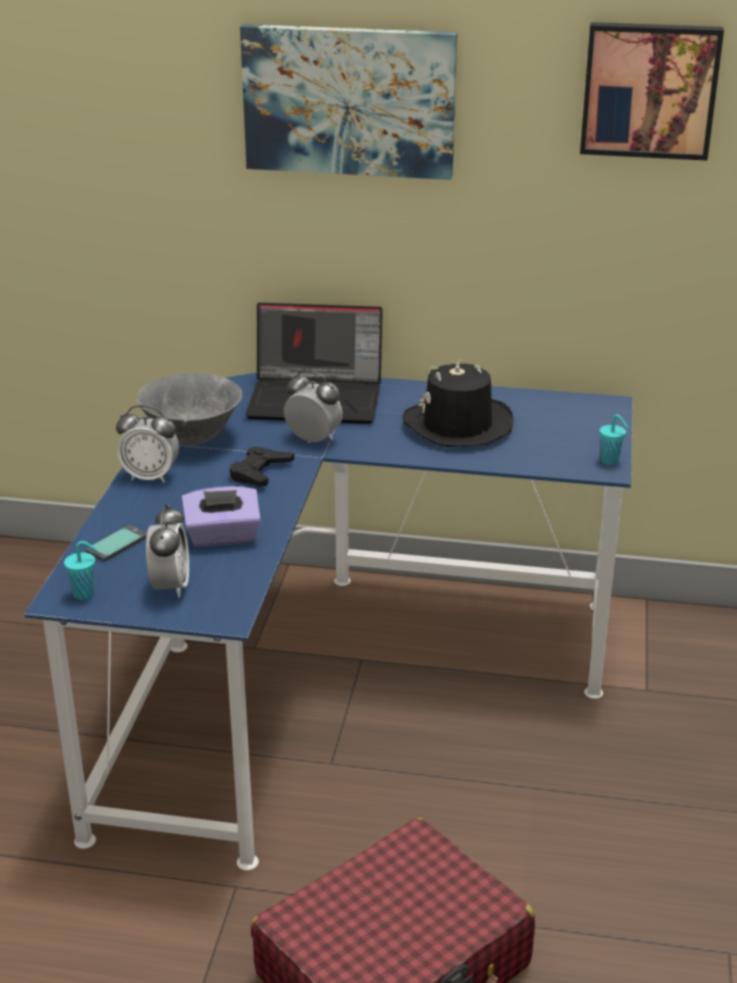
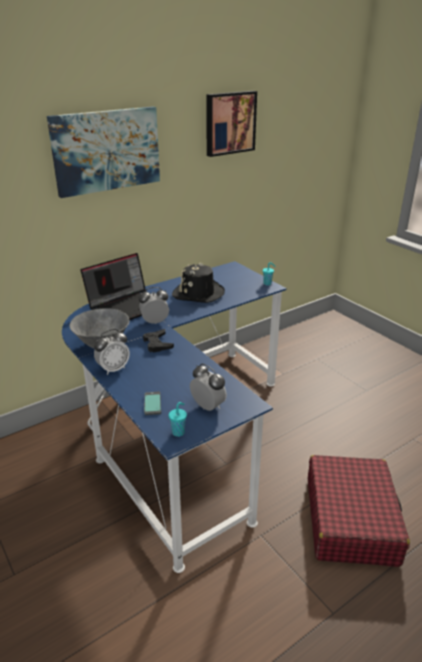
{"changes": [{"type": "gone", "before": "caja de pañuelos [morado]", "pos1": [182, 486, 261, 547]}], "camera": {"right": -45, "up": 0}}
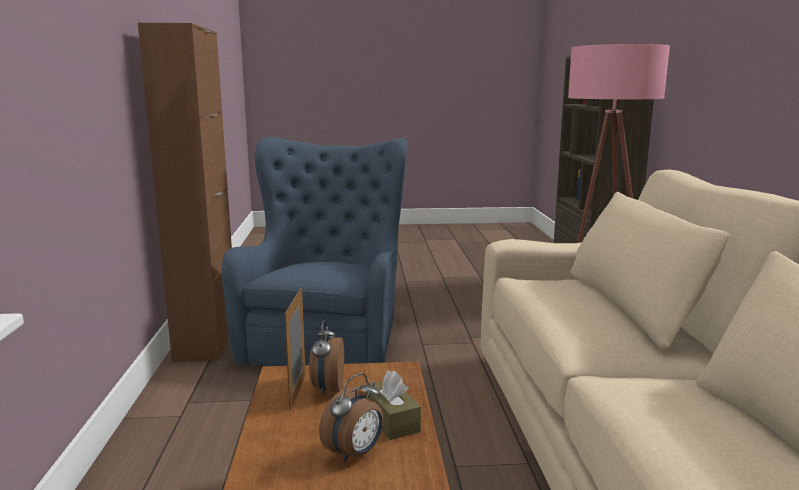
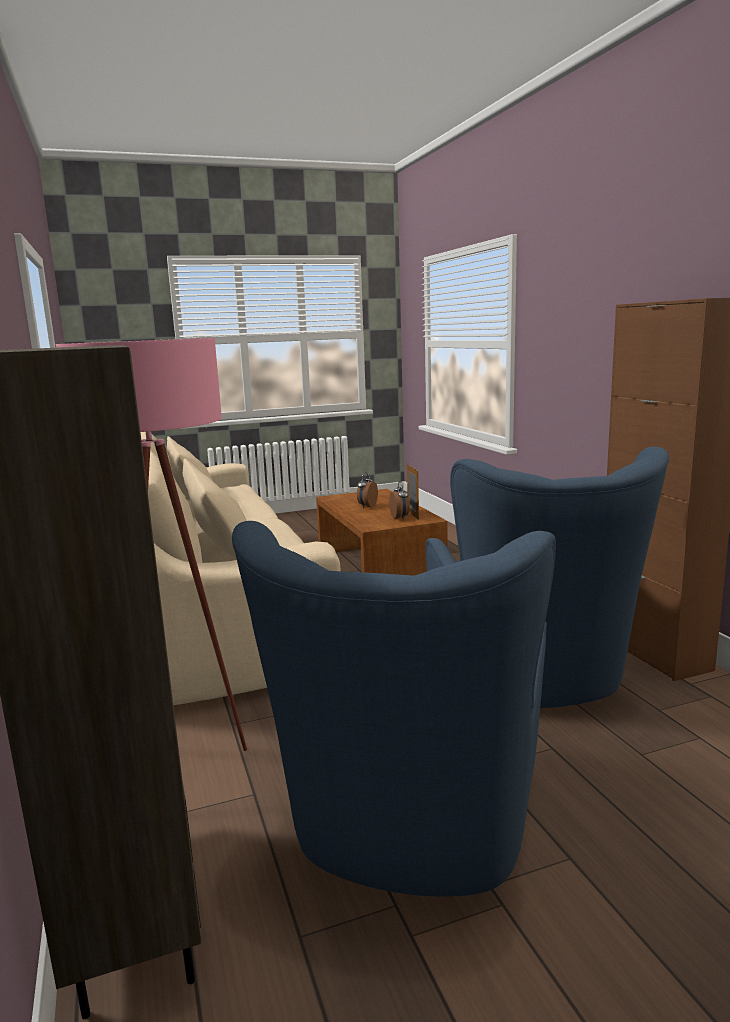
{"changes": [{"type": "gone", "before": "caja de pañuelos [marrón]", "pos1": [364, 370, 421, 440]}, {"type": "new", "after": "sillón [azul]", "pos2": [232, 521, 556, 897]}], "camera": {"right": 165, "up": 0}}
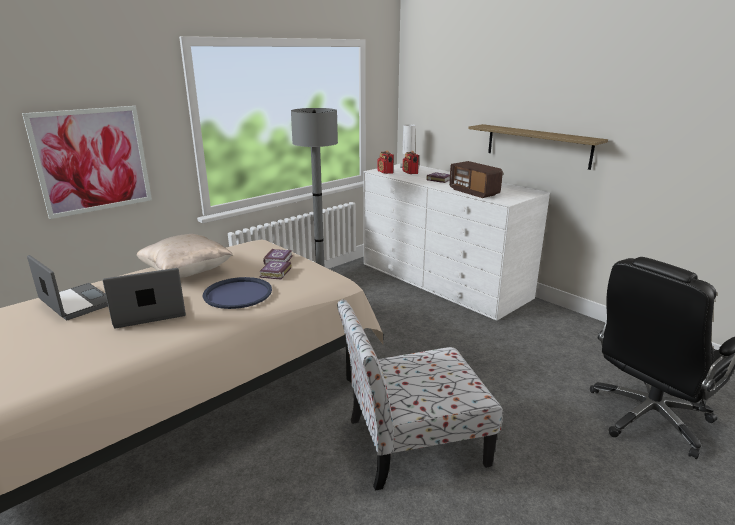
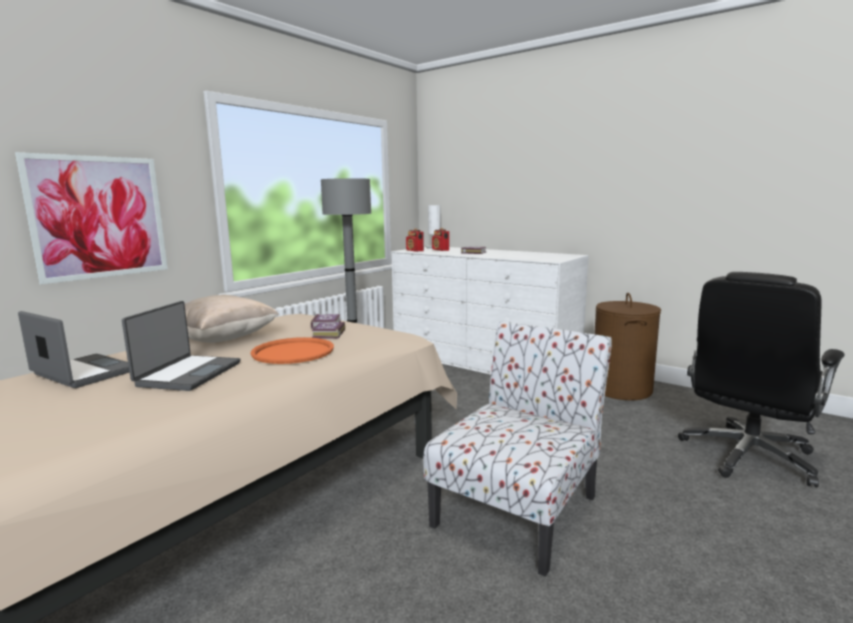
{"changes": [{"type": "gone", "before": "radio", "pos1": [449, 161, 503, 198]}, {"type": "gone", "before": "estante", "pos1": [468, 124, 608, 170]}, {"type": "new", "after": "cesto de la ropa [marrón]", "pos2": [594, 293, 661, 400]}, {"type": "repainted", "before": "bandeja [azul]", "after": "bandeja [naranja]", "pos1": [203, 277, 272, 309], "pos2": [250, 337, 334, 364]}, {"type": "rotated", "before": "portátil", "pos1": [103, 268, 186, 328], "pos2": [122, 301, 241, 391], "turn": 135}, {"type": "rotated", "before": "silla", "pos1": [337, 300, 503, 491], "pos2": [423, 321, 612, 577], "turn": 150}], "camera": {"right": -10, "up": -10}}
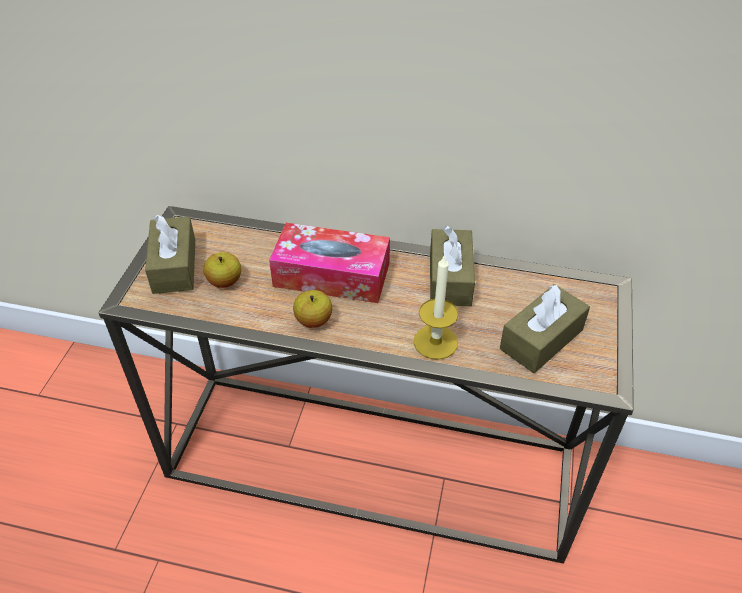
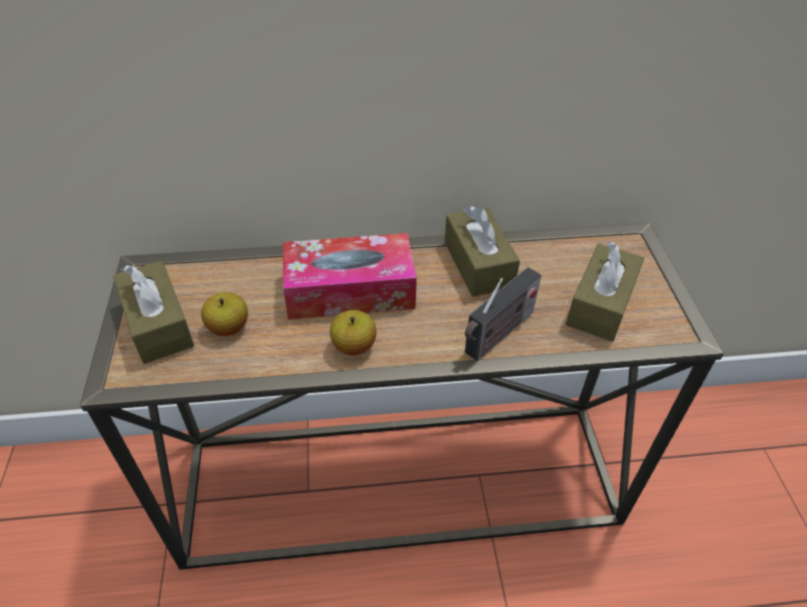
{"changes": [{"type": "swapped", "before": "vela", "after": "radio", "pos1": [414, 254, 458, 360], "pos2": [465, 267, 541, 361]}], "camera": {"right": -20, "up": 0}}
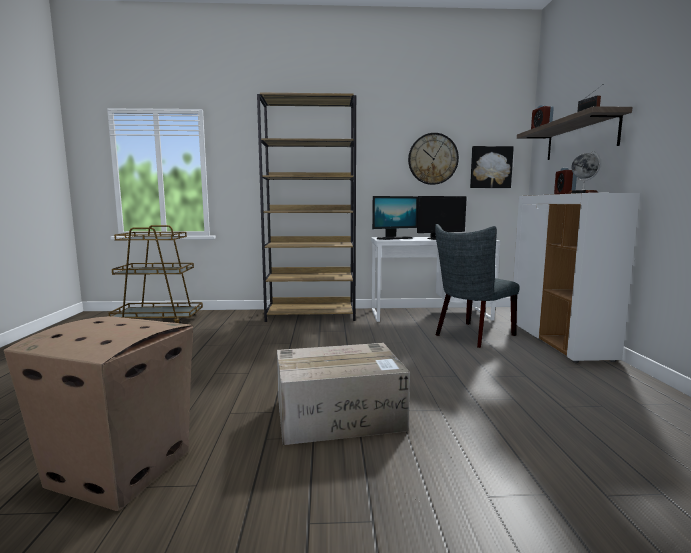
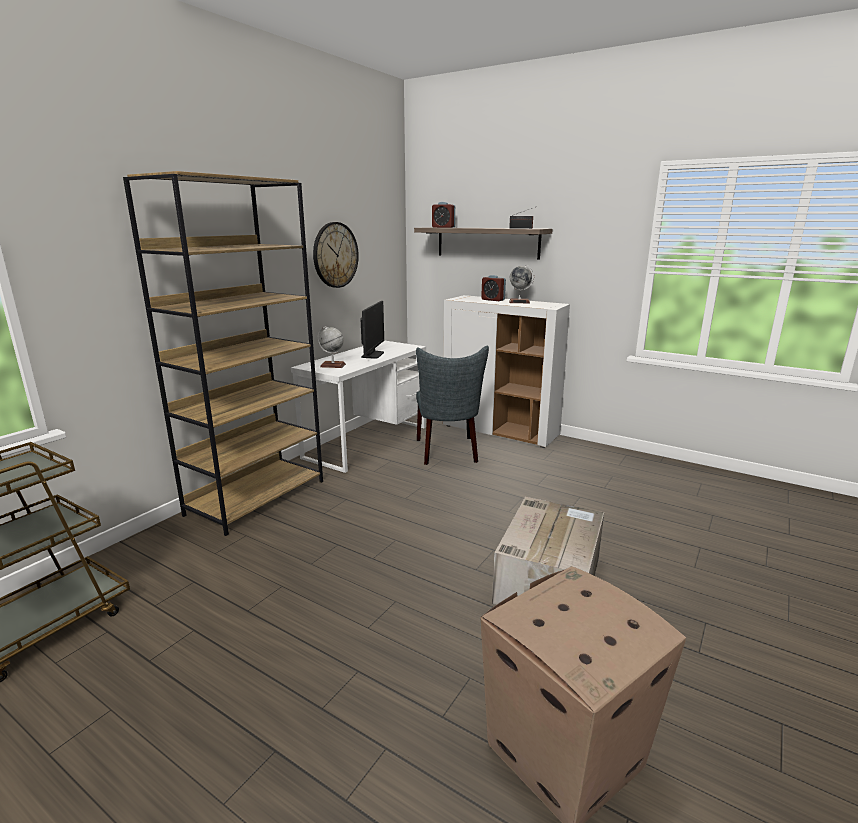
{"changes": [{"type": "gone", "before": "cuadro", "pos1": [470, 146, 514, 188]}, {"type": "swapped", "before": "monitor", "after": "globo terráqueo", "pos1": [372, 196, 418, 240], "pos2": [317, 326, 346, 368]}], "camera": {"right": -55, "up": 10}}
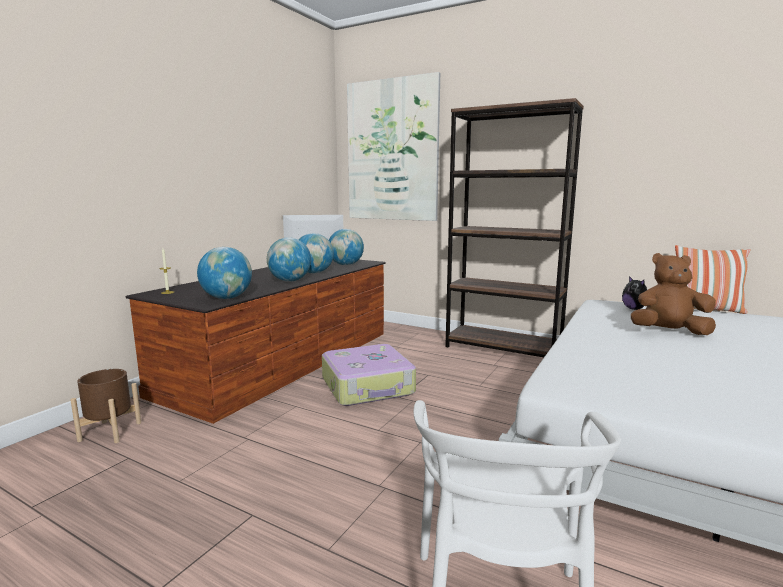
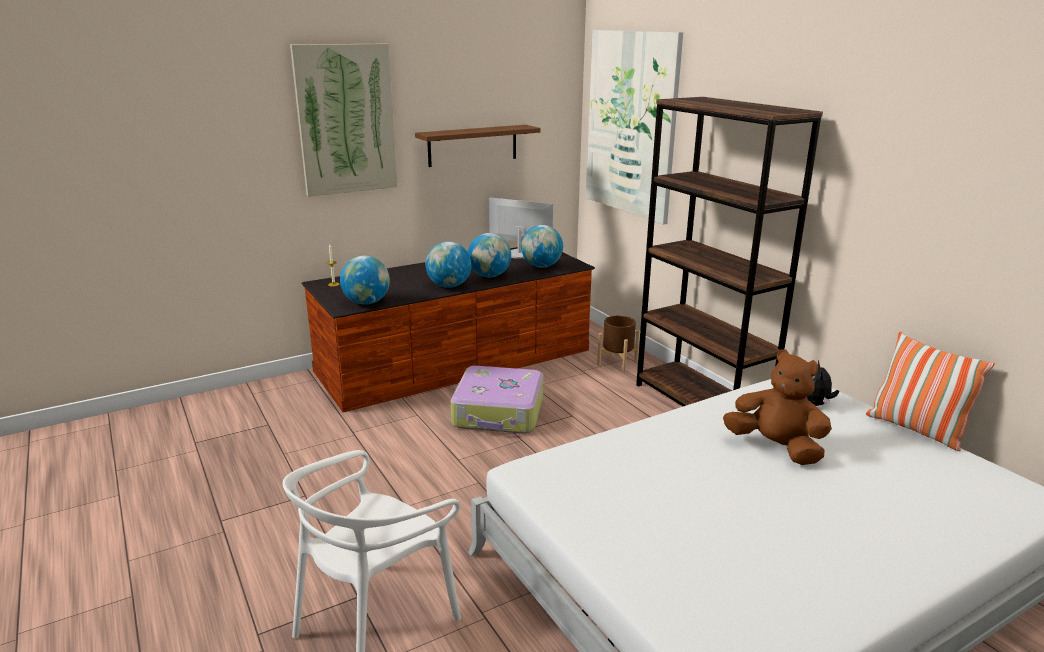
{"changes": [{"type": "new", "after": "cuadro", "pos2": [290, 43, 397, 197]}, {"type": "new", "after": "estante [marrón]", "pos2": [415, 125, 540, 167]}, {"type": "shifted", "before": "maceta [marrón]", "pos1": [70, 369, 141, 443], "pos2": [597, 316, 640, 371]}], "camera": {"right": 30, "up": 10}}
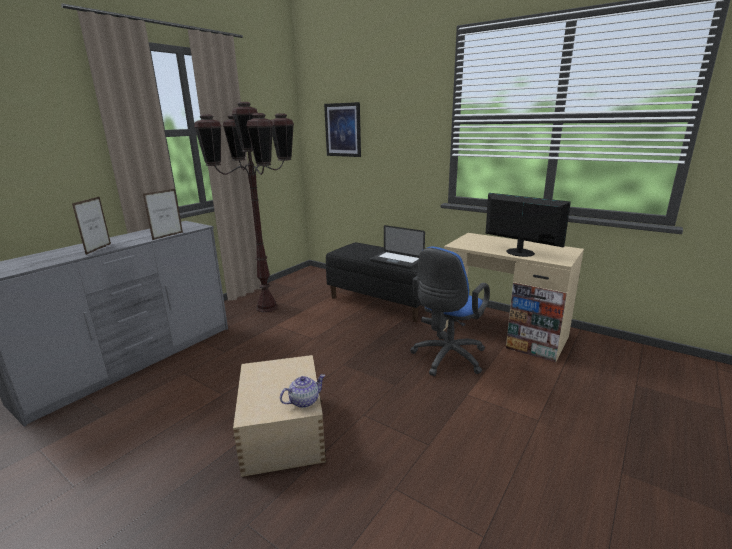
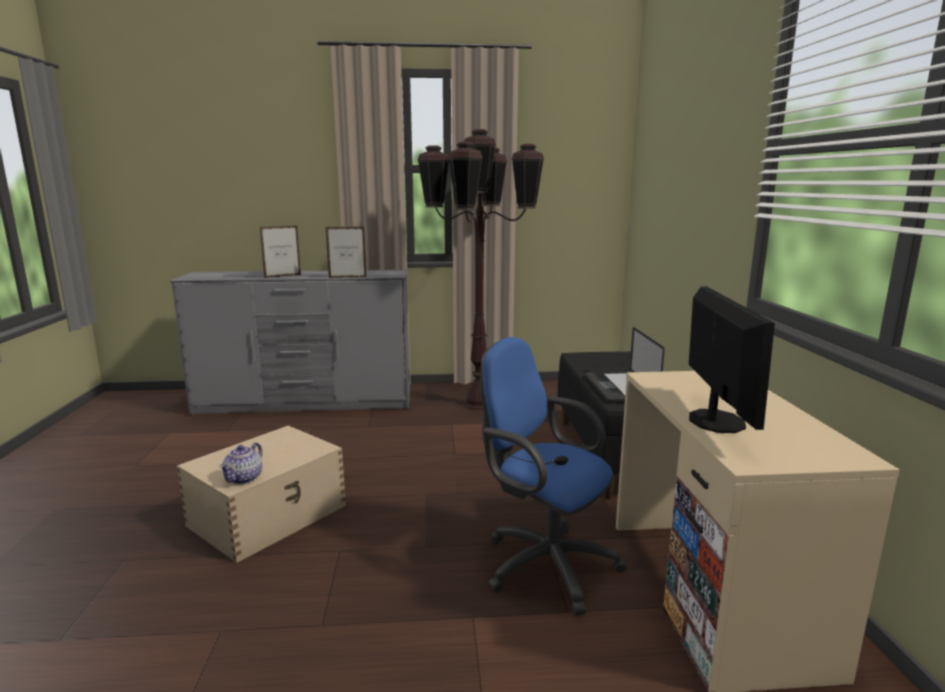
{"changes": [{"type": "gone", "before": "cuadro", "pos1": [324, 102, 361, 157]}, {"type": "rotated", "before": "tetera", "pos1": [280, 374, 325, 408], "pos2": [219, 442, 263, 484], "turn": 90}, {"type": "rotated", "before": "silla de oficina [azul]", "pos1": [410, 247, 490, 376], "pos2": [480, 337, 627, 616], "turn": 45}], "camera": {"right": 50, "up": -5}}
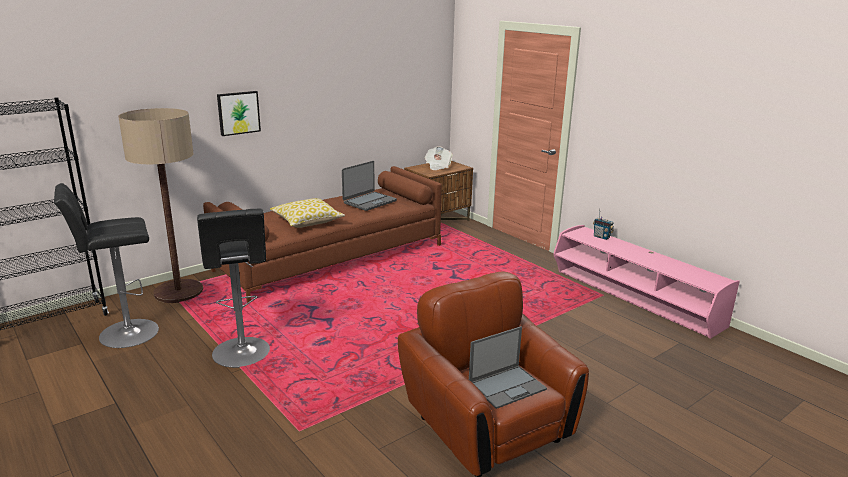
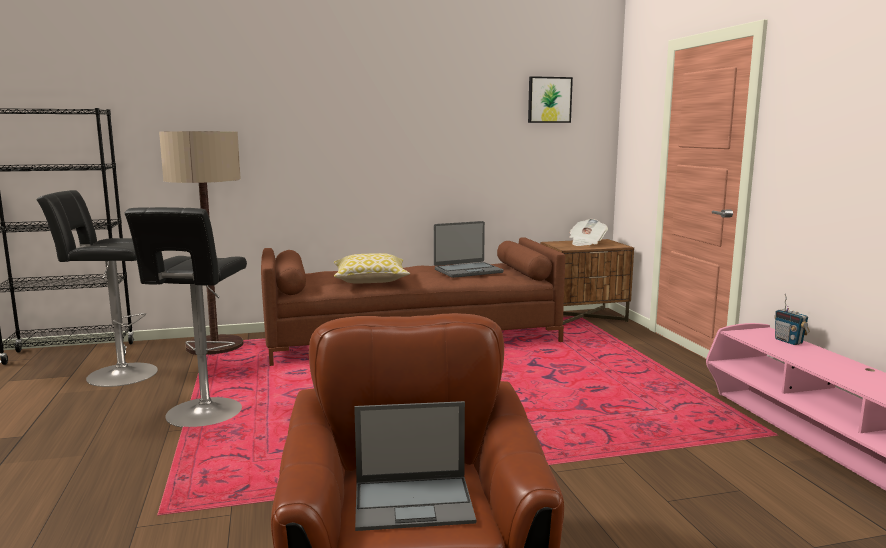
{"changes": [{"type": "shifted", "before": "cuadro", "pos1": [217, 91, 261, 136], "pos2": [528, 76, 573, 123]}], "camera": {"right": 25, "up": -10}}
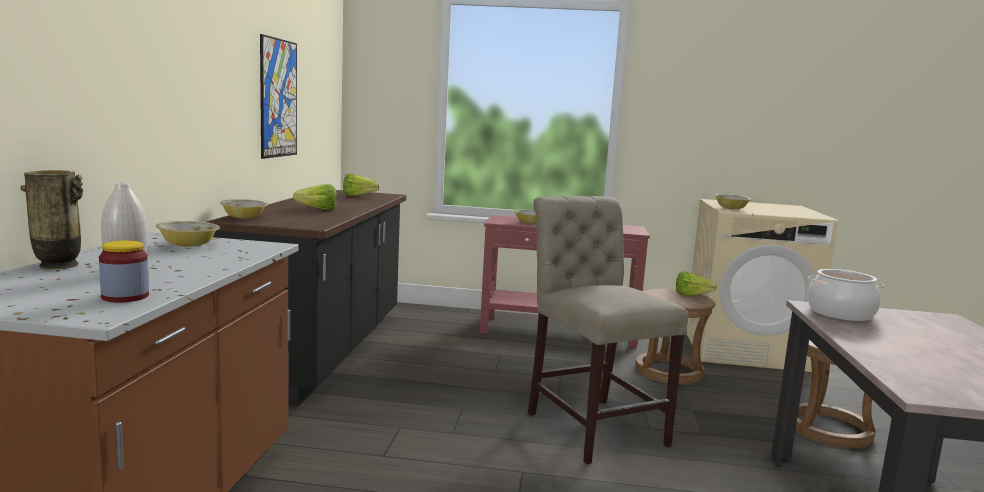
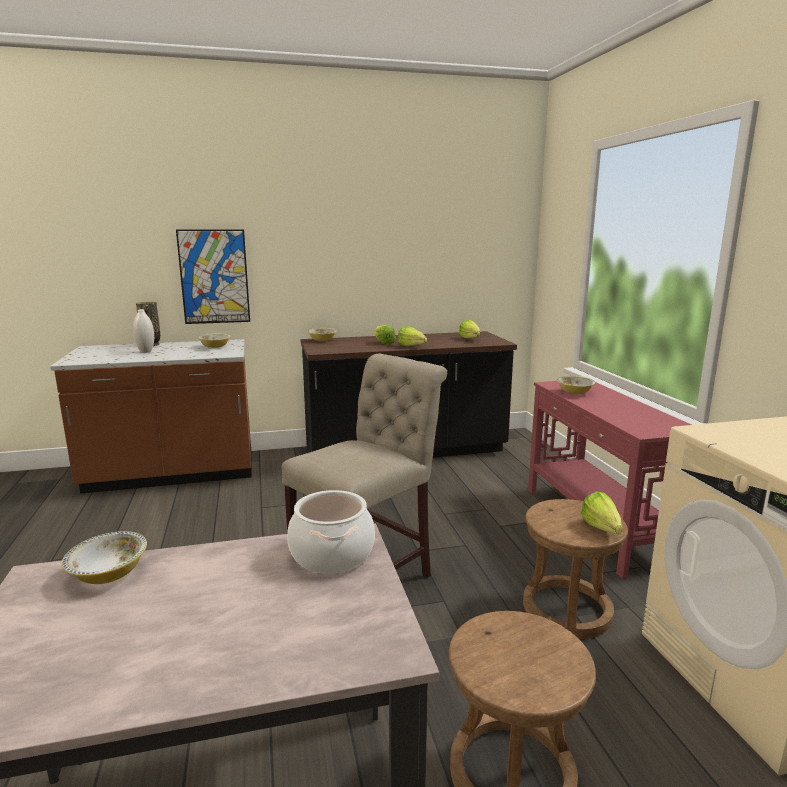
{"changes": [{"type": "gone", "before": "tarro", "pos1": [99, 240, 149, 302]}, {"type": "new", "after": "lechuga", "pos2": [398, 326, 427, 346]}, {"type": "shifted", "before": "cuadro", "pos1": [260, 34, 297, 159], "pos2": [176, 230, 250, 324]}, {"type": "shifted", "before": "cuenco", "pos1": [714, 194, 751, 209], "pos2": [62, 531, 147, 584]}], "camera": {"right": 70, "up": 5}}
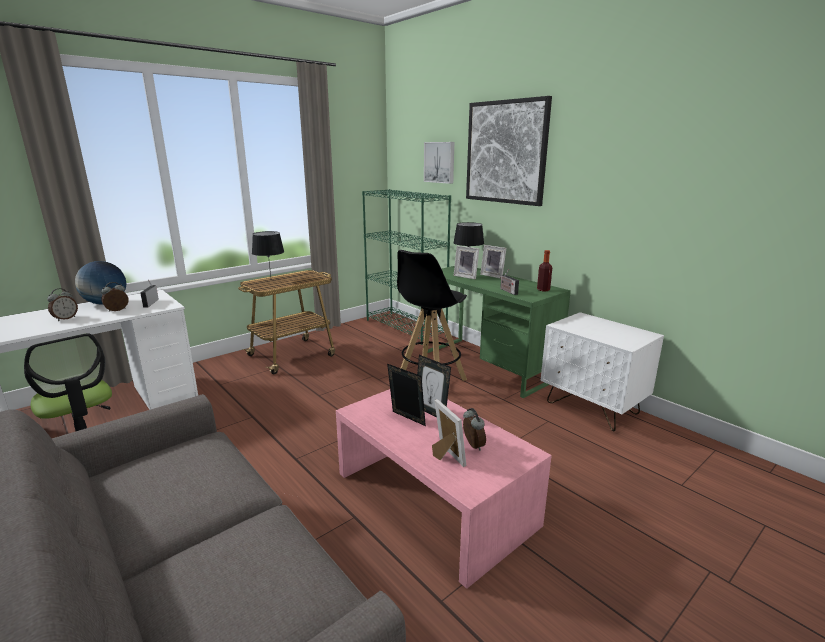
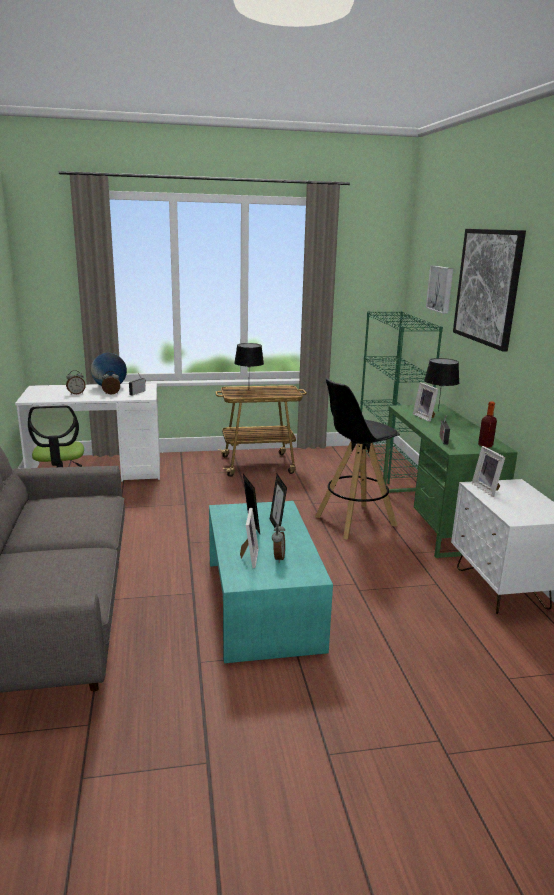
{"changes": [{"type": "shifted", "before": "portarretratos", "pos1": [480, 245, 506, 278], "pos2": [472, 446, 505, 497]}, {"type": "repainted", "before": "mesa de centro [rosa]", "after": "mesa de centro [turquesa]", "pos1": [336, 389, 552, 589], "pos2": [209, 501, 333, 663]}], "camera": {"right": 30, "up": 0}}
